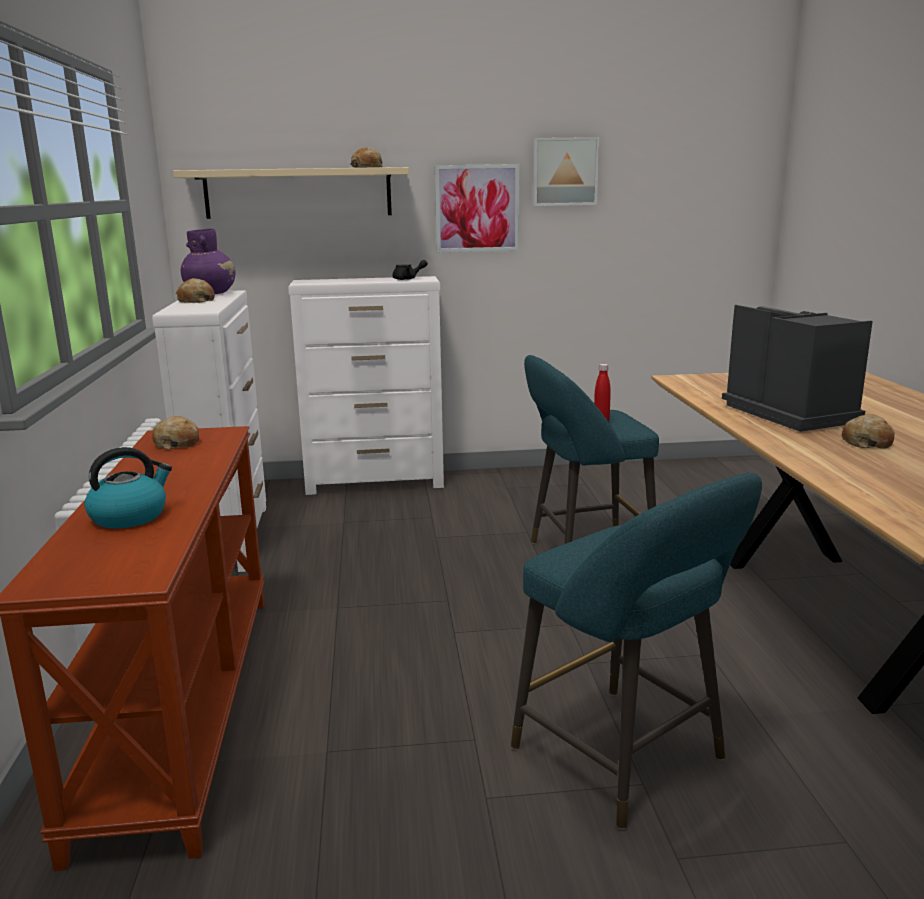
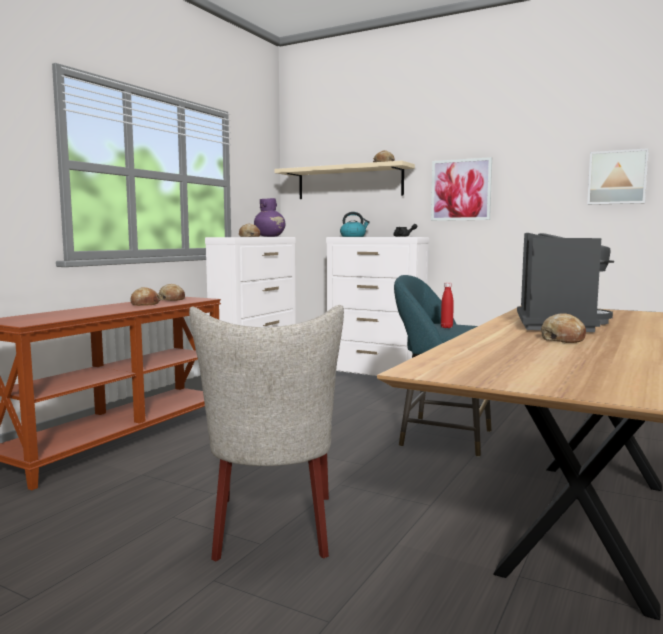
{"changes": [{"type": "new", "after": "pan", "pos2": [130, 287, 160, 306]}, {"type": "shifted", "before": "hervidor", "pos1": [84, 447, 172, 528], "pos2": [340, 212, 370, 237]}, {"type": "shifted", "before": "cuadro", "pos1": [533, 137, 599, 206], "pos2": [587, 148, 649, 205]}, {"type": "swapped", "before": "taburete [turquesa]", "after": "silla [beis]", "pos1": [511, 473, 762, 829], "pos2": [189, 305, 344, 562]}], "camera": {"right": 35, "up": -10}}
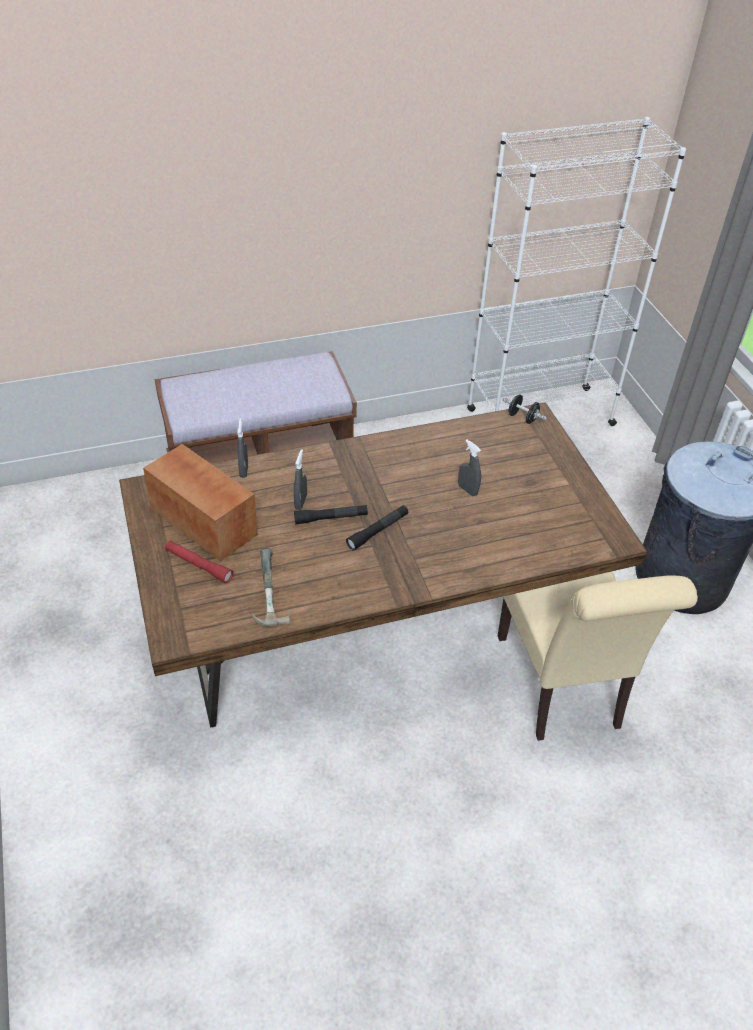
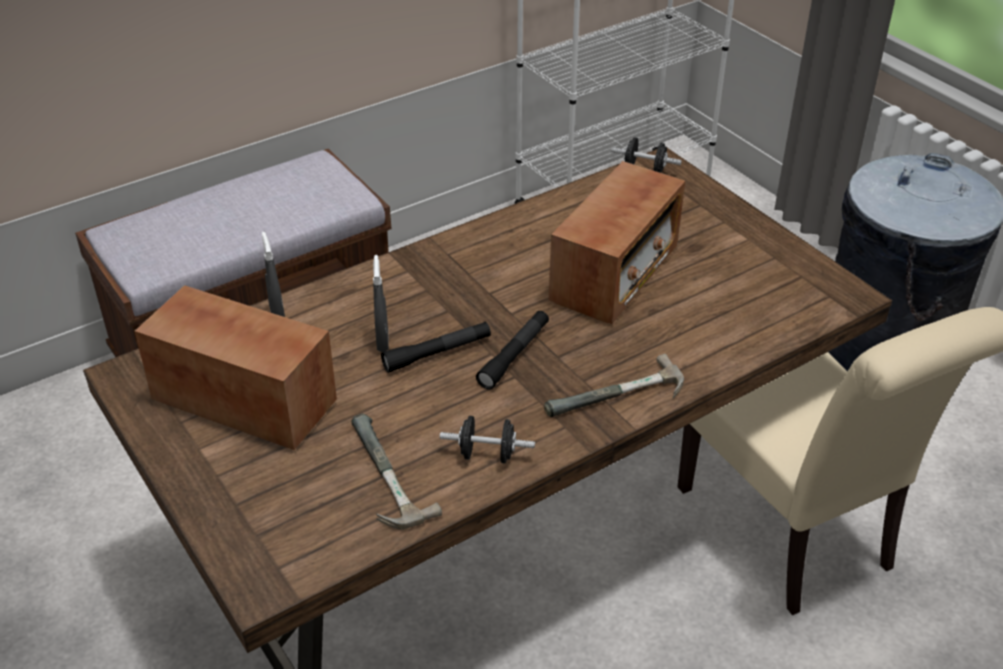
{"changes": [{"type": "gone", "before": "linterna [rojo]", "pos1": [165, 541, 233, 583]}, {"type": "new", "after": "mancuerna [negro]", "pos2": [440, 416, 535, 464]}, {"type": "new", "after": "martillo", "pos2": [544, 354, 684, 417]}, {"type": "swapped", "before": "pulverizador [gris]", "after": "radio", "pos1": [458, 439, 481, 496], "pos2": [549, 161, 685, 324]}], "camera": {"right": -15, "up": -5}}
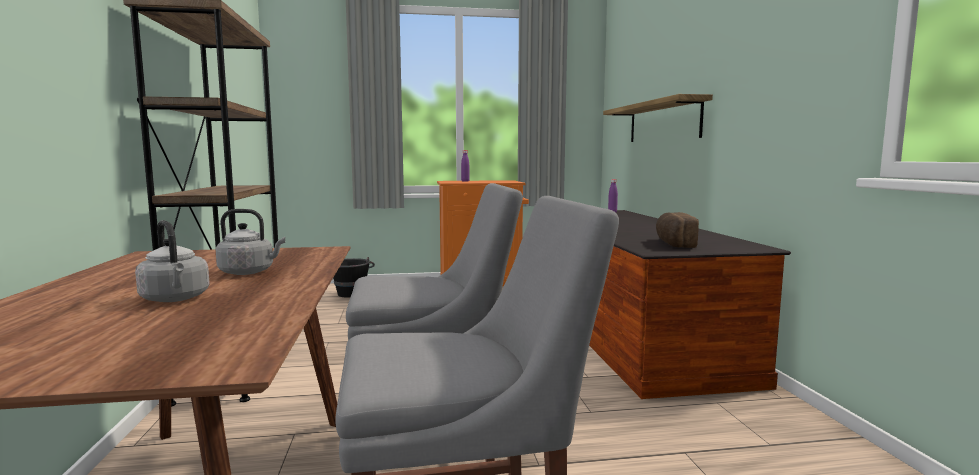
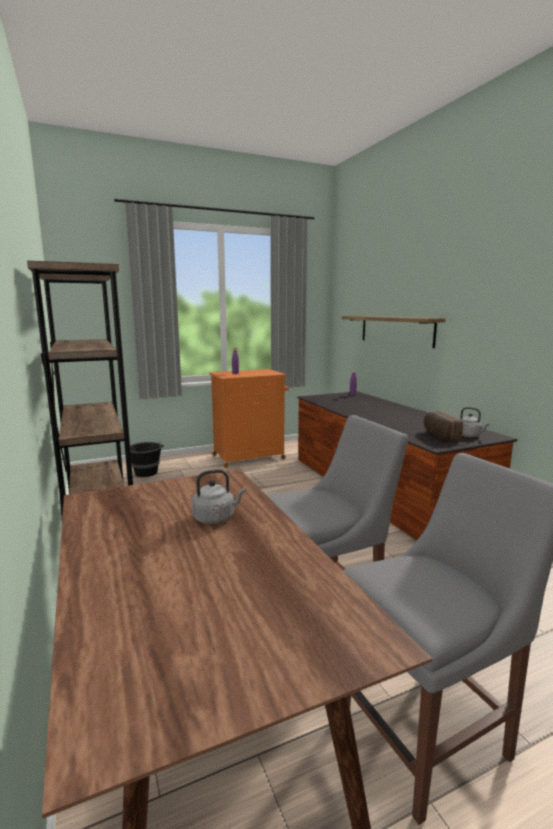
{"changes": [{"type": "shifted", "before": "hervidor [gris]", "pos1": [135, 220, 210, 302], "pos2": [460, 407, 490, 437]}], "camera": {"right": -15, "up": 5}}
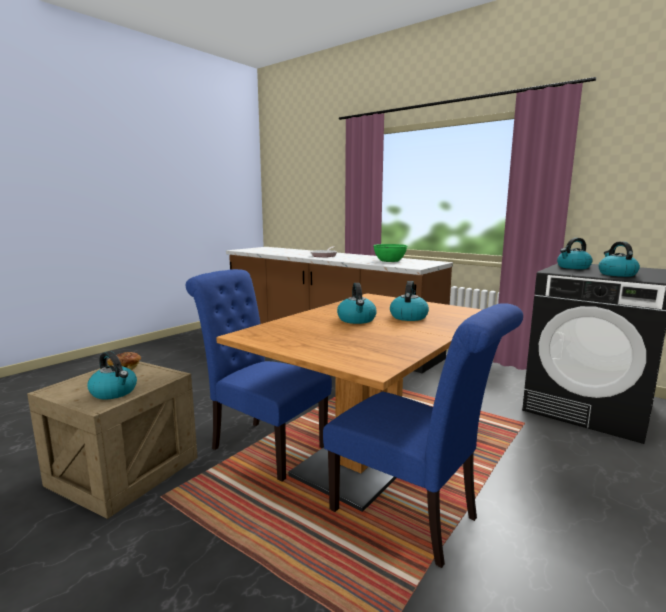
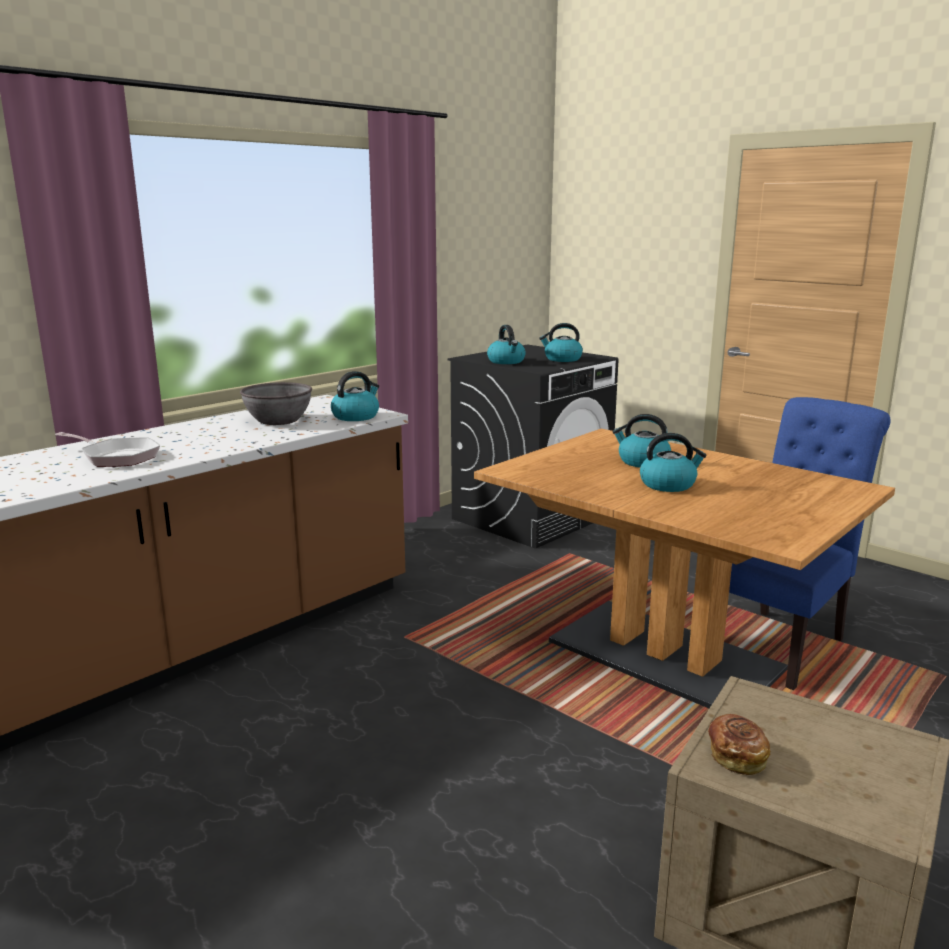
{"changes": [{"type": "gone", "before": "silla [azul]", "pos1": [186, 269, 332, 481]}, {"type": "shifted", "before": "hervidor", "pos1": [87, 351, 137, 399], "pos2": [331, 371, 379, 421]}, {"type": "repainted", "before": "cuenco [verde]", "after": "cuenco [gris]", "pos1": [373, 244, 407, 262], "pos2": [240, 382, 312, 425]}], "camera": {"right": -85, "up": 5}}
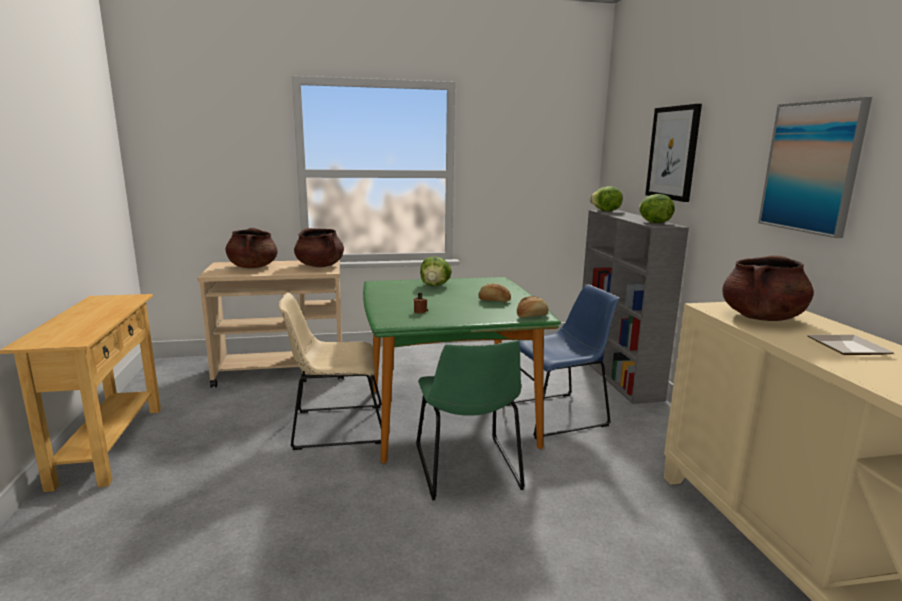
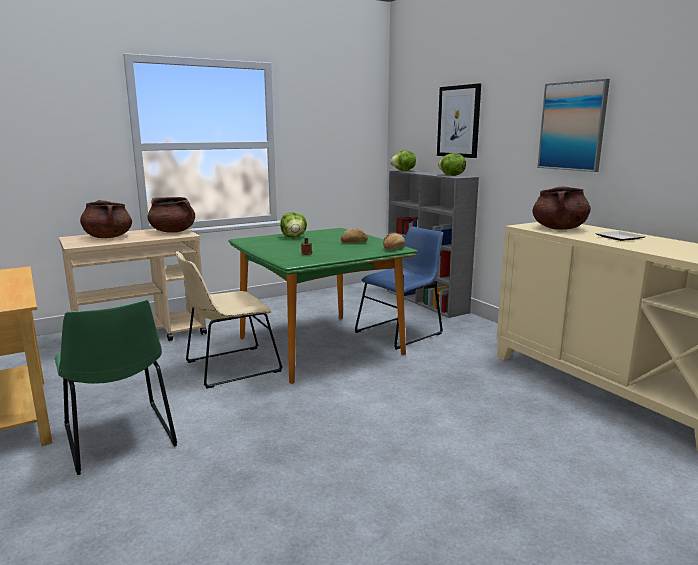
{"changes": [{"type": "shifted", "before": "silla [verde]", "pos1": [416, 340, 525, 500], "pos2": [55, 300, 177, 475]}], "camera": {"right": -20, "up": 0}}
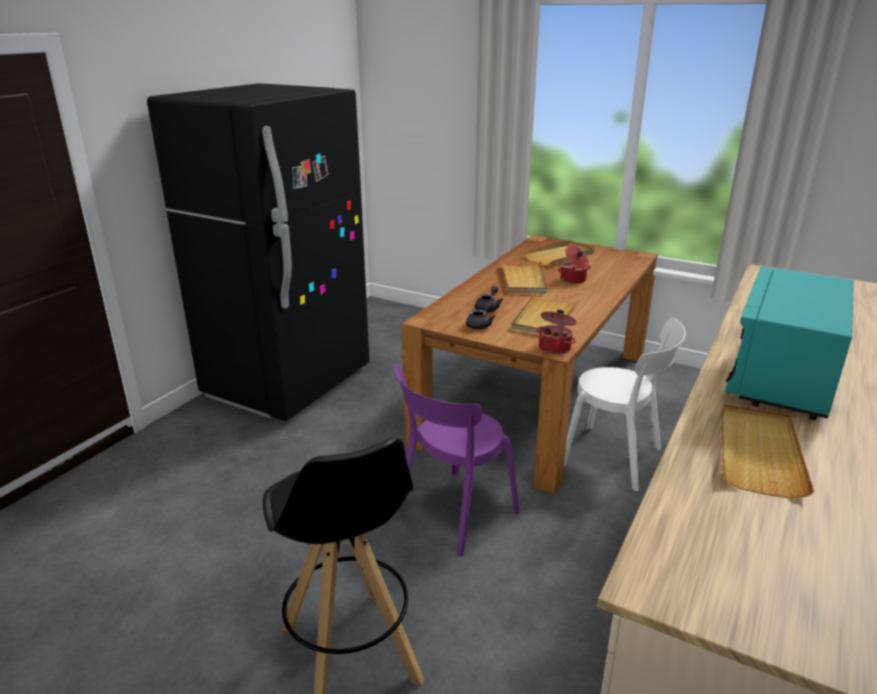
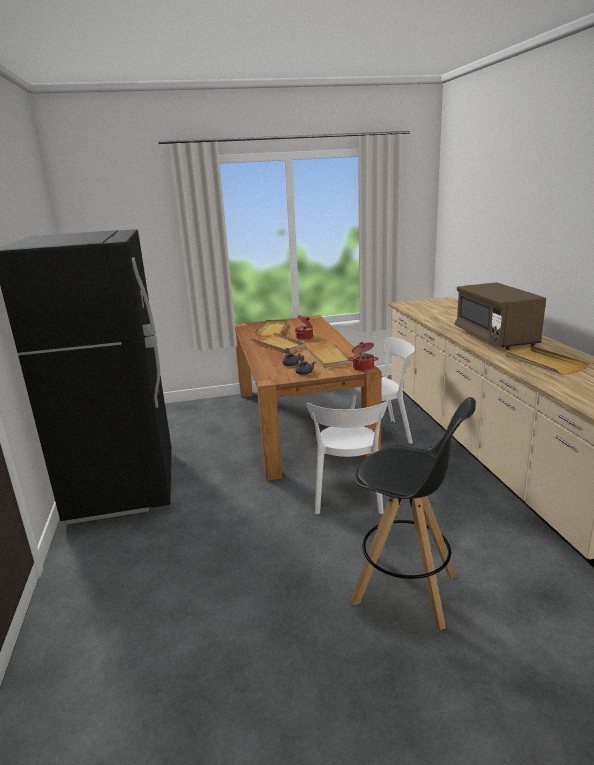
{"changes": [{"type": "repainted", "before": "silla [morado]", "after": "silla [blanco]", "pos1": [394, 364, 520, 556], "pos2": [307, 401, 388, 514]}, {"type": "repainted", "before": "microondas [turquesa]", "after": "microondas [marrón]", "pos1": [725, 266, 854, 420], "pos2": [455, 282, 546, 350]}], "camera": {"right": -40, "up": -5}}
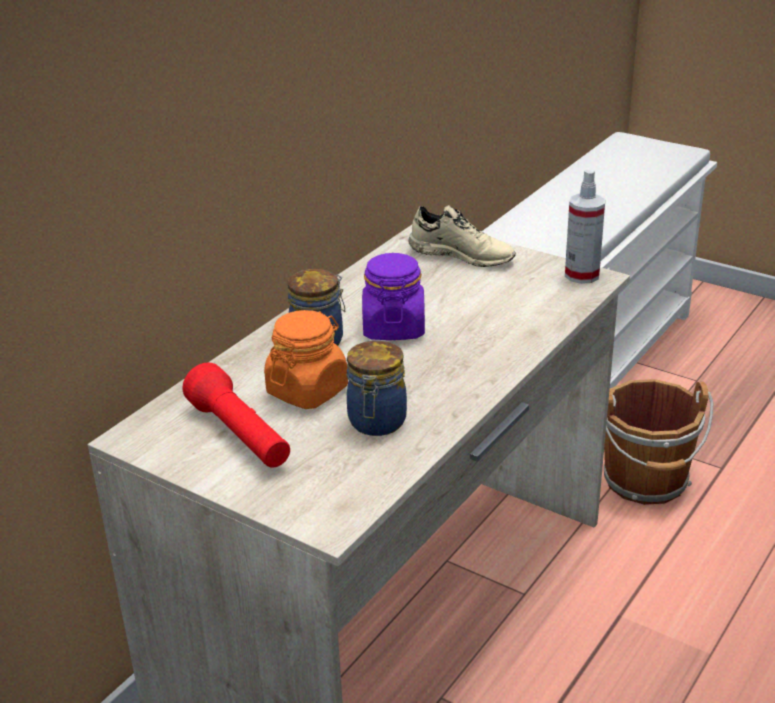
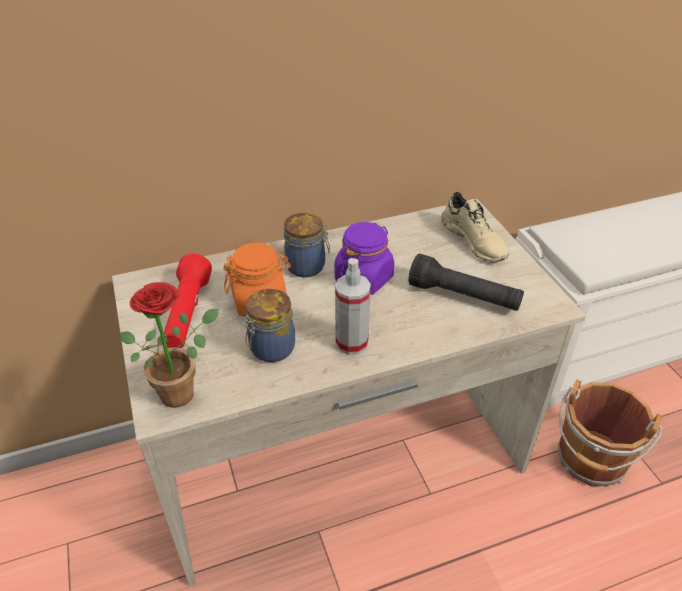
{"changes": [{"type": "new", "after": "planta en maceta", "pos2": [119, 282, 219, 408]}, {"type": "new", "after": "linterna [negro]", "pos2": [408, 254, 524, 311]}, {"type": "shifted", "before": "pulverizador", "pos1": [565, 170, 605, 284], "pos2": [335, 258, 371, 355]}], "camera": {"right": 35, "up": 10}}
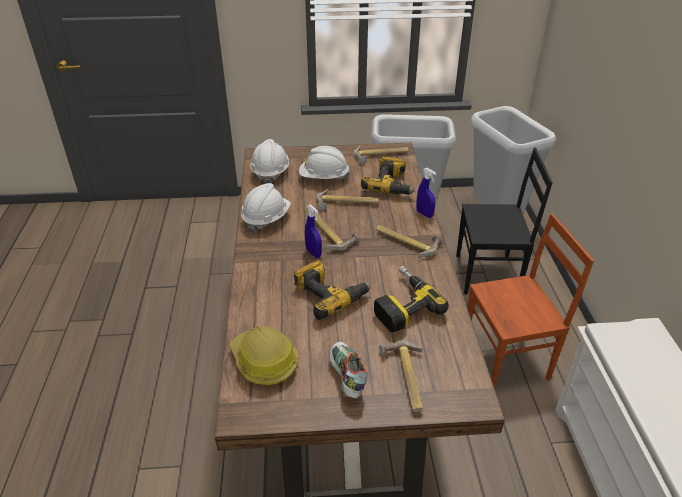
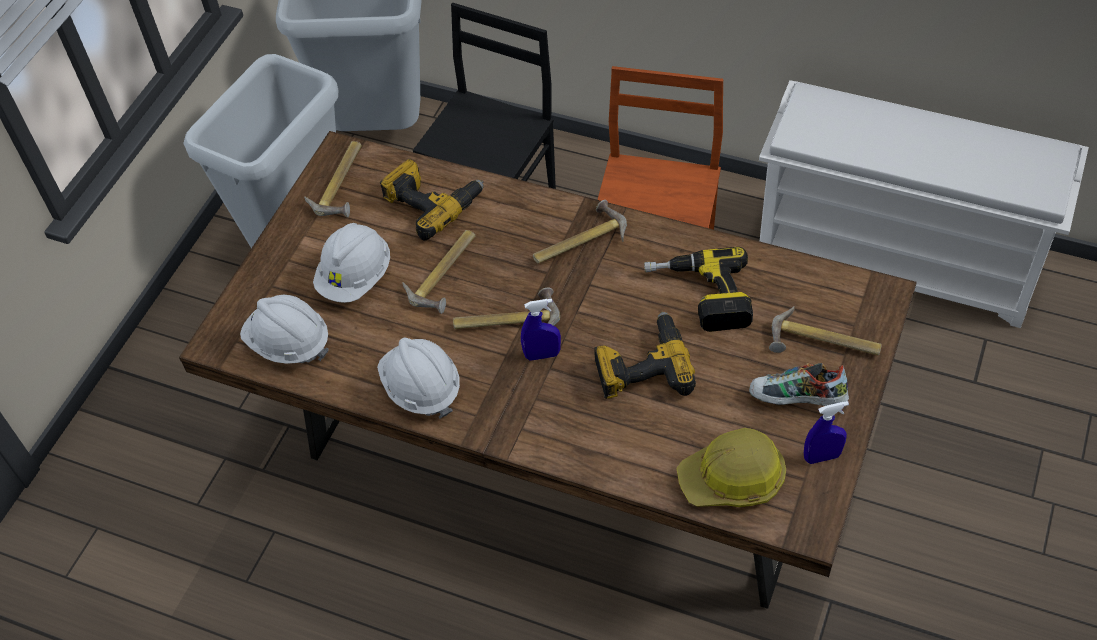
{"changes": [{"type": "shifted", "before": "pulverizador [azul]", "pos1": [416, 168, 436, 218], "pos2": [804, 401, 849, 464]}], "camera": {"right": -60, "up": 15}}
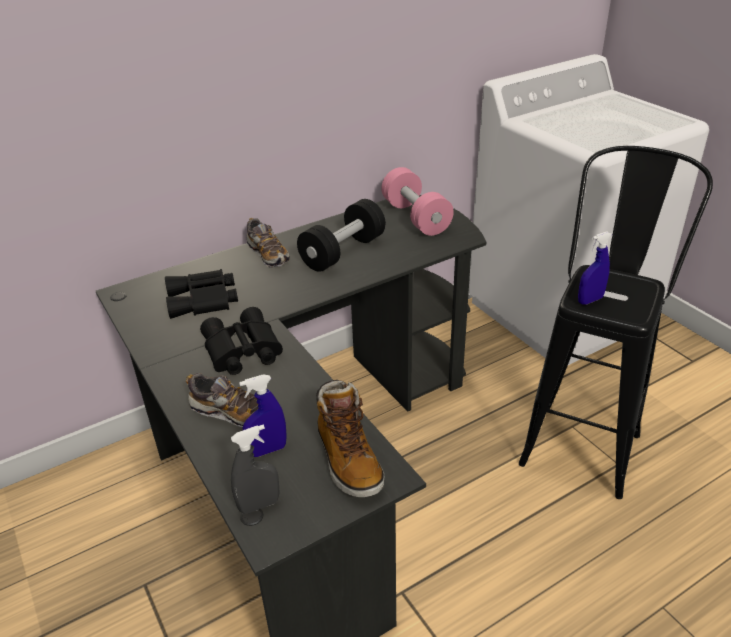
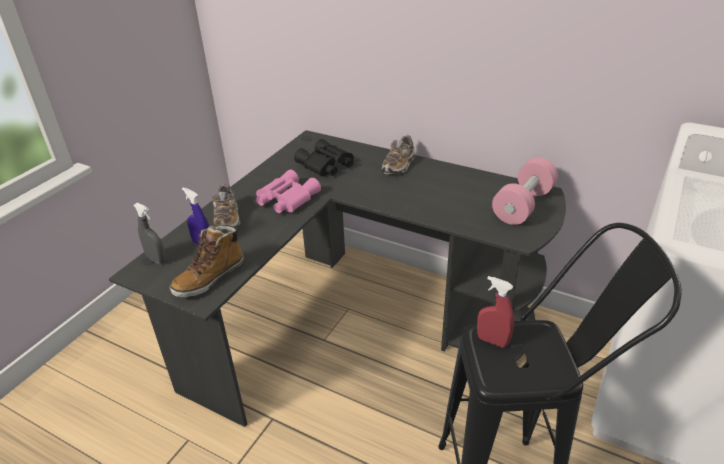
{"changes": [{"type": "gone", "before": "mancuerna [negro]", "pos1": [297, 199, 386, 272]}, {"type": "repainted", "before": "prismáticos [negro]", "after": "prismáticos [rosa]", "pos1": [200, 307, 283, 375], "pos2": [256, 169, 321, 213]}, {"type": "repainted", "before": "pulverizador [azul]", "after": "pulverizador [rojo]", "pos1": [578, 231, 612, 305], "pos2": [477, 276, 514, 348]}], "camera": {"right": 60, "up": 0}}
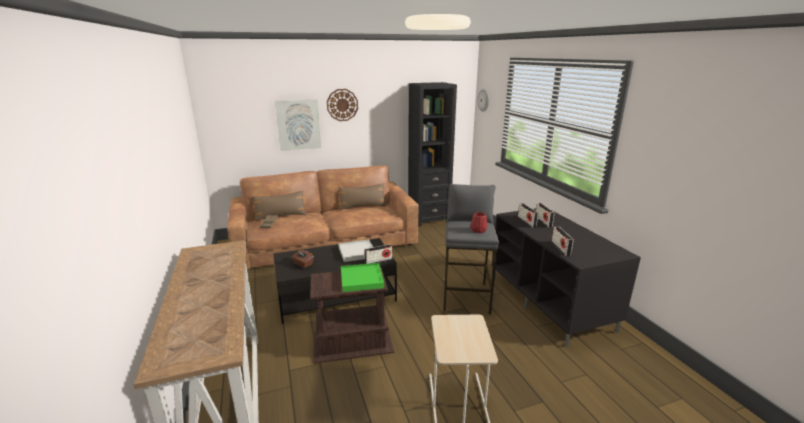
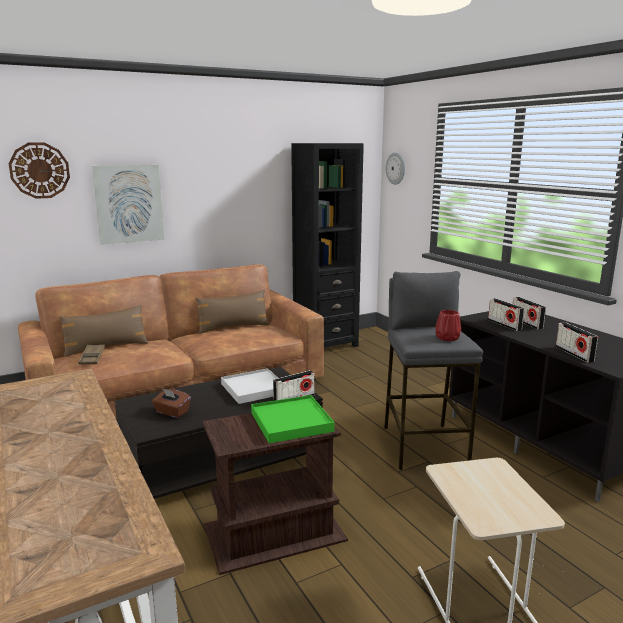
{"changes": [{"type": "shifted", "before": "reloj de pared", "pos1": [327, 89, 358, 121], "pos2": [9, 143, 70, 199]}], "camera": {"right": -10, "up": -5}}
